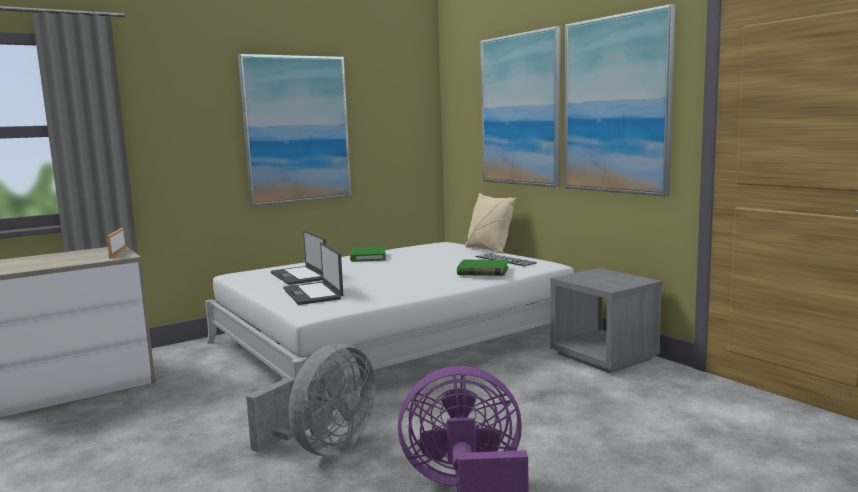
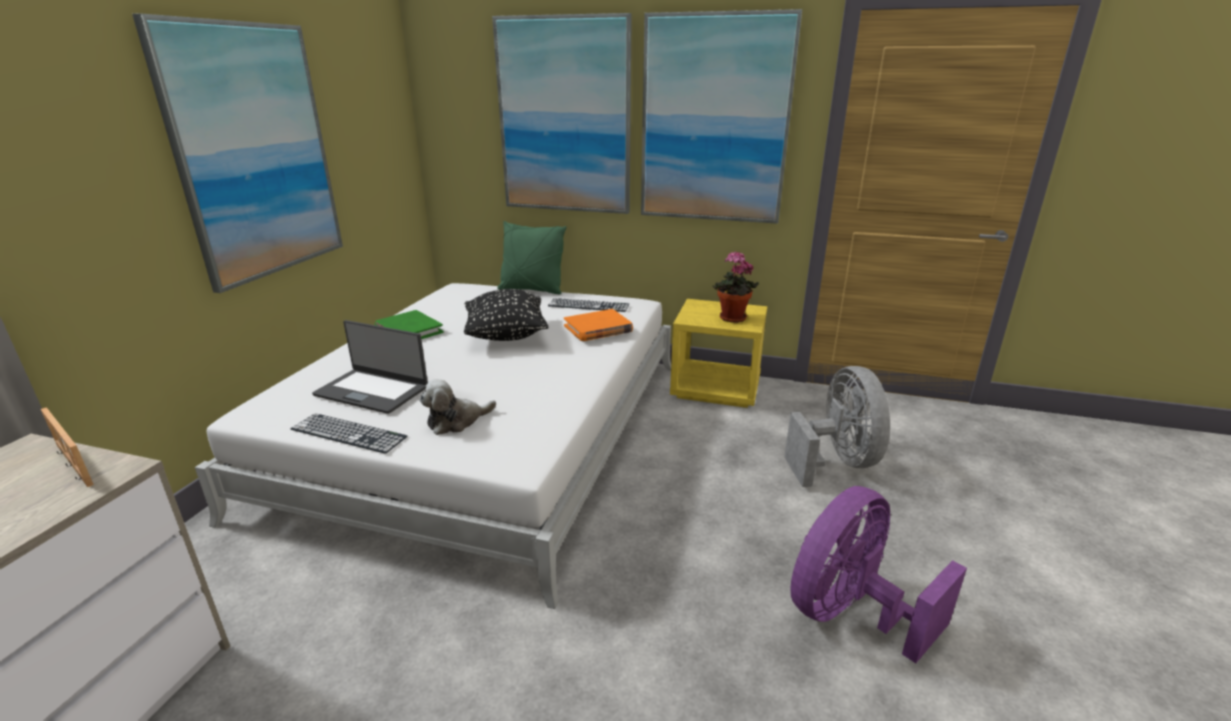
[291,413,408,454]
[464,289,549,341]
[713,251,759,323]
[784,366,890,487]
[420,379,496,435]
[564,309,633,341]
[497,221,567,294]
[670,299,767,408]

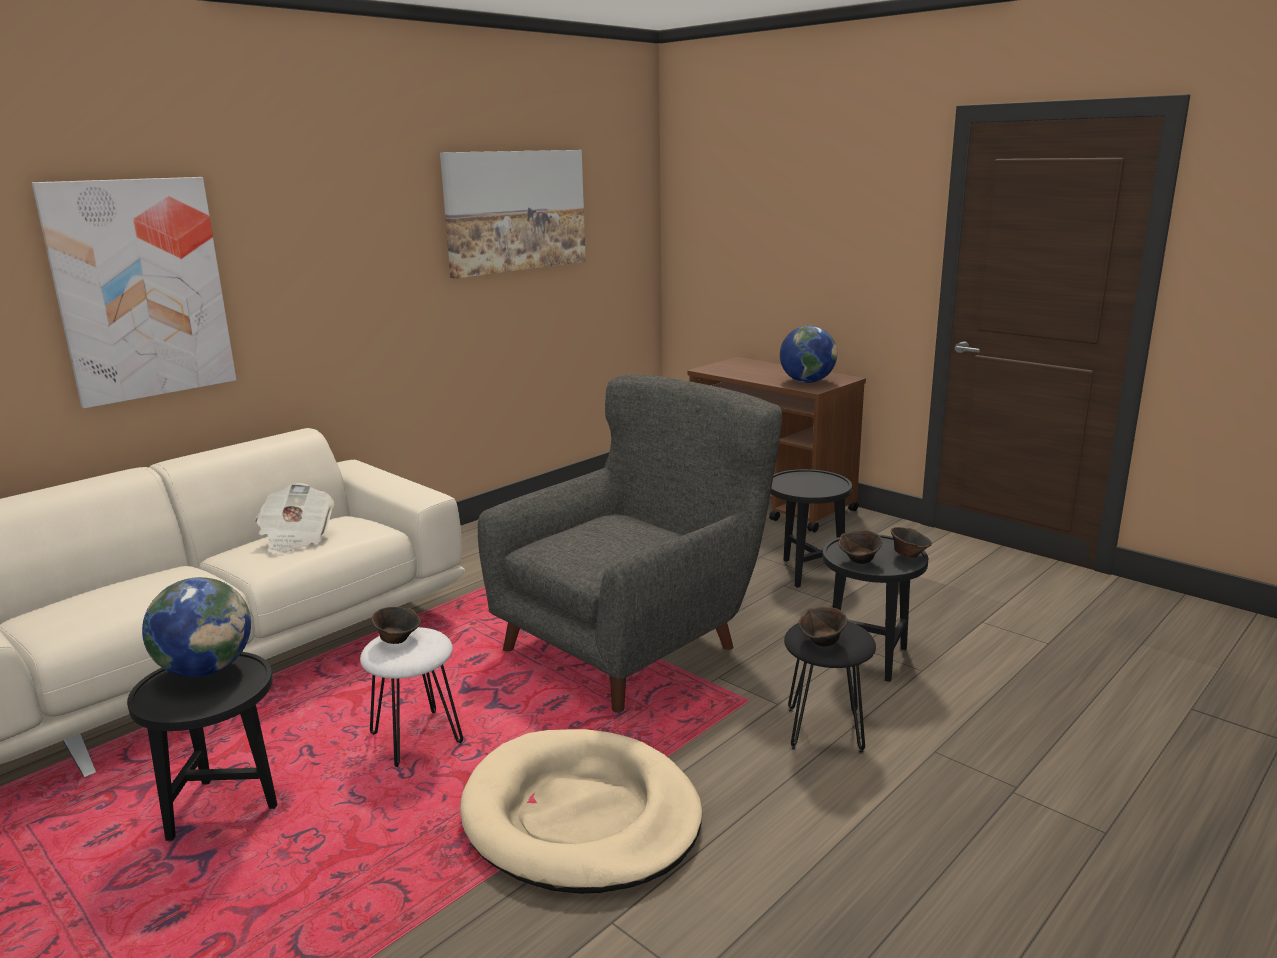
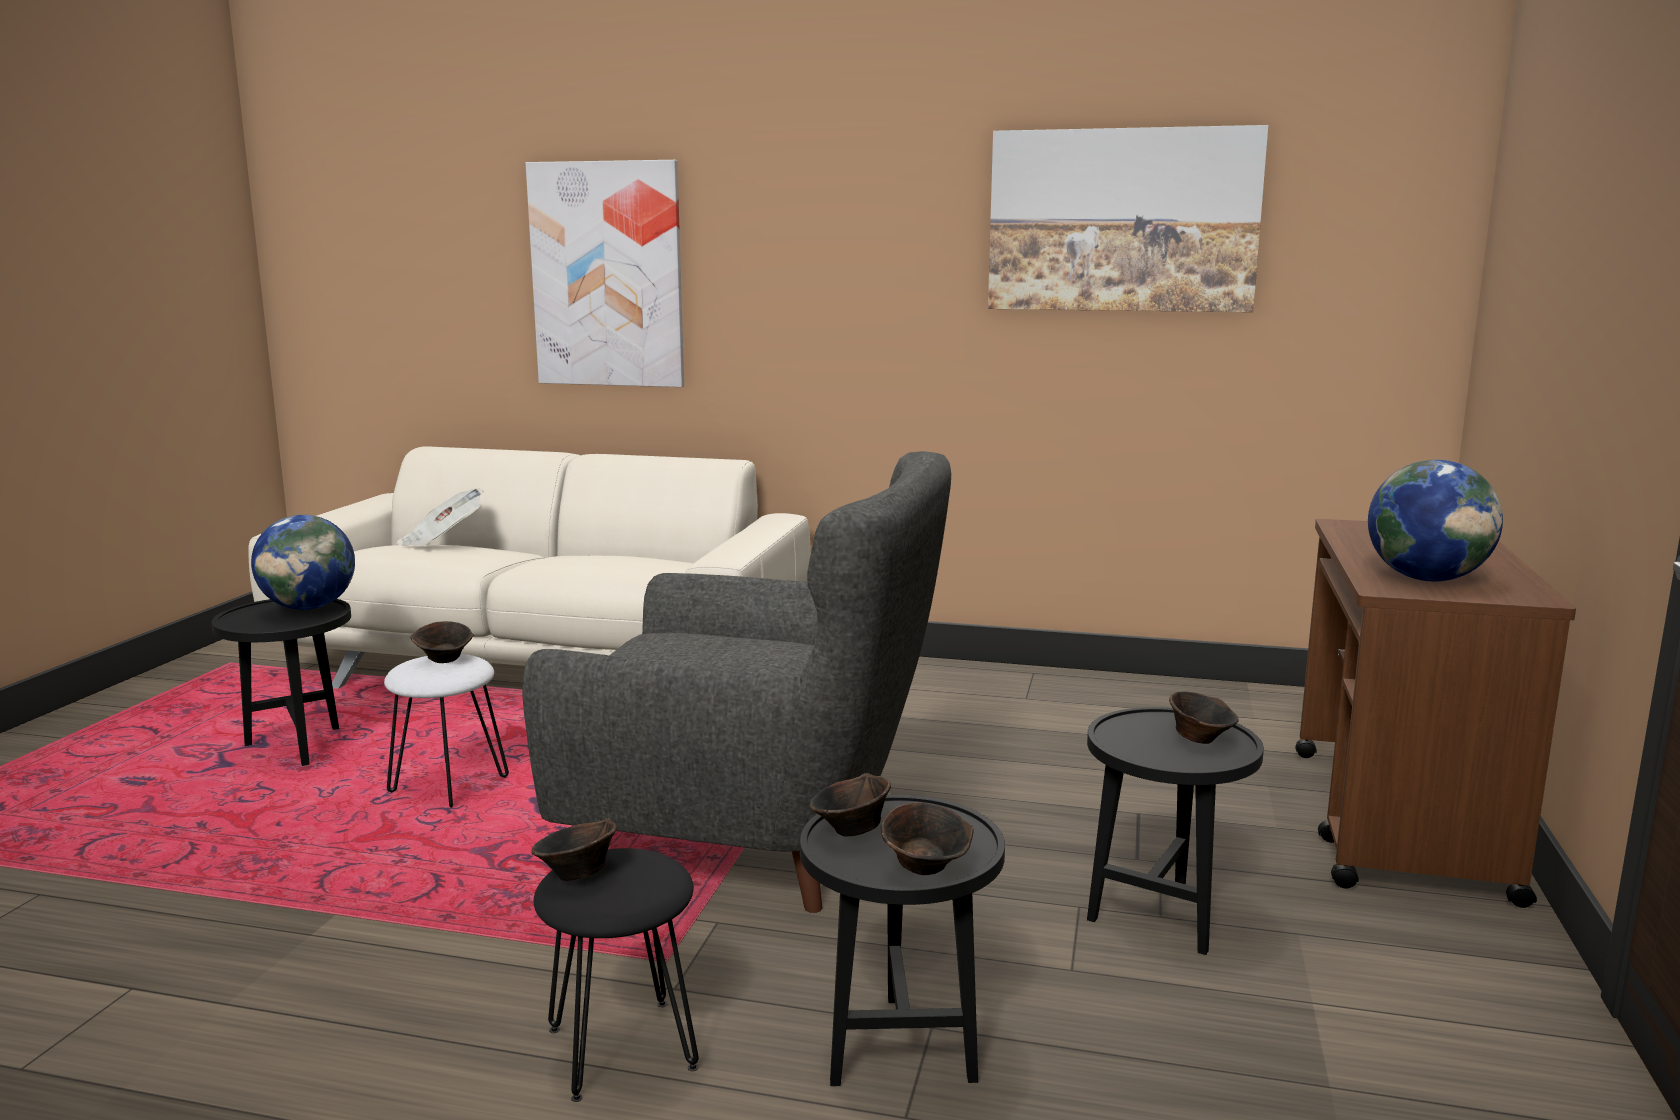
[460,729,702,894] (first image)
[1169,691,1239,744]
[397,488,484,546]

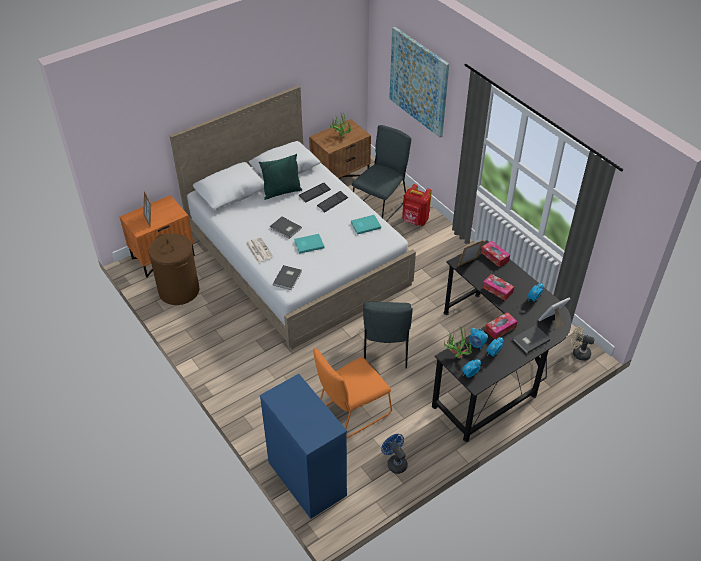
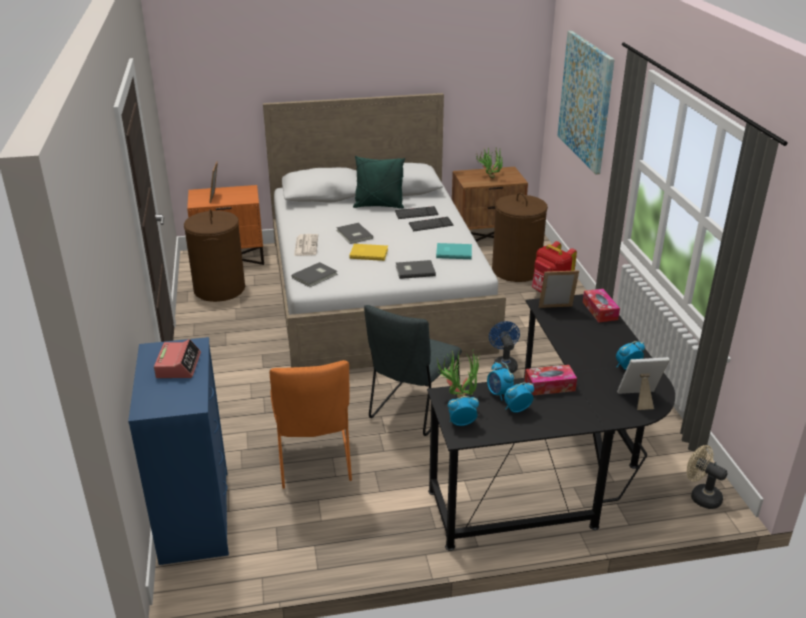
[483,274,514,301] (first image)
[154,339,201,378]
[489,321,520,373]
[396,260,436,279]
[492,193,548,282]
[349,244,388,261]
[270,360,352,489]

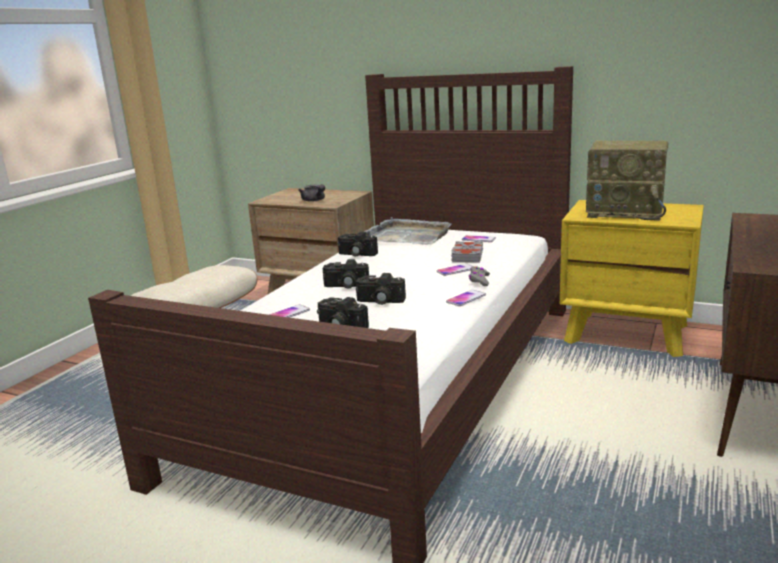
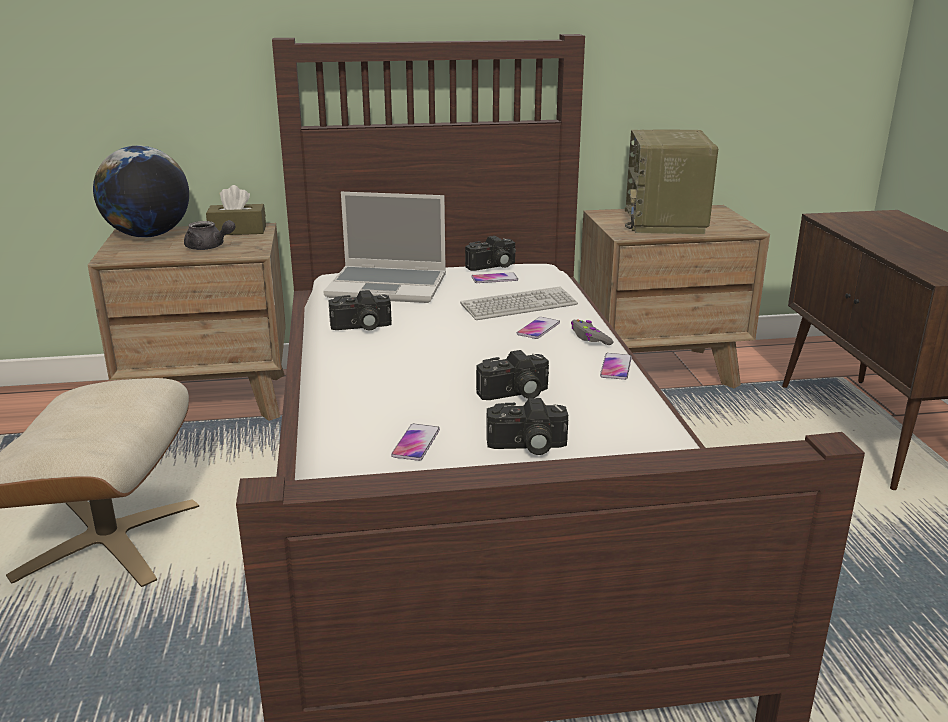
[93,146,189,238]
[206,185,266,235]
[465,236,516,271]
[323,192,446,303]
[460,287,578,320]
[580,205,770,388]
[625,129,718,234]

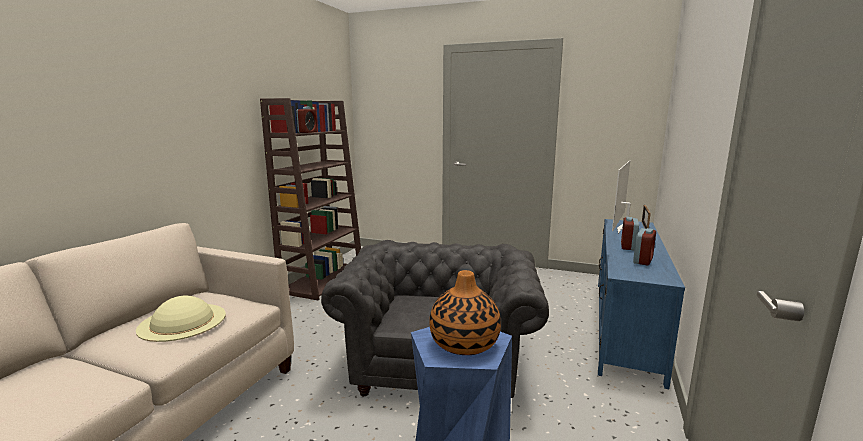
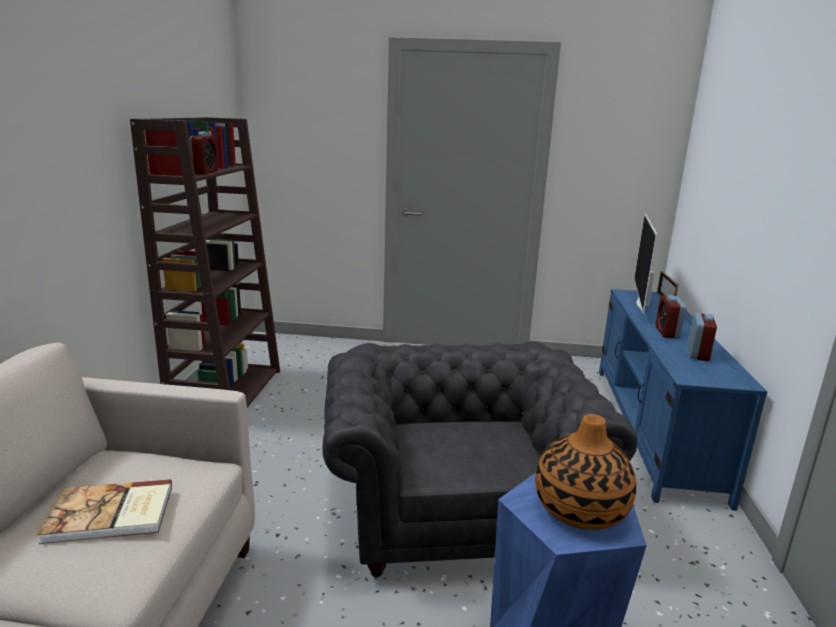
[37,479,172,544]

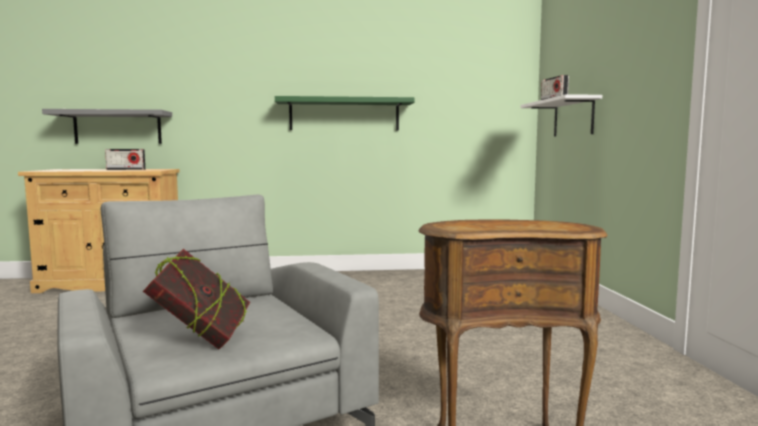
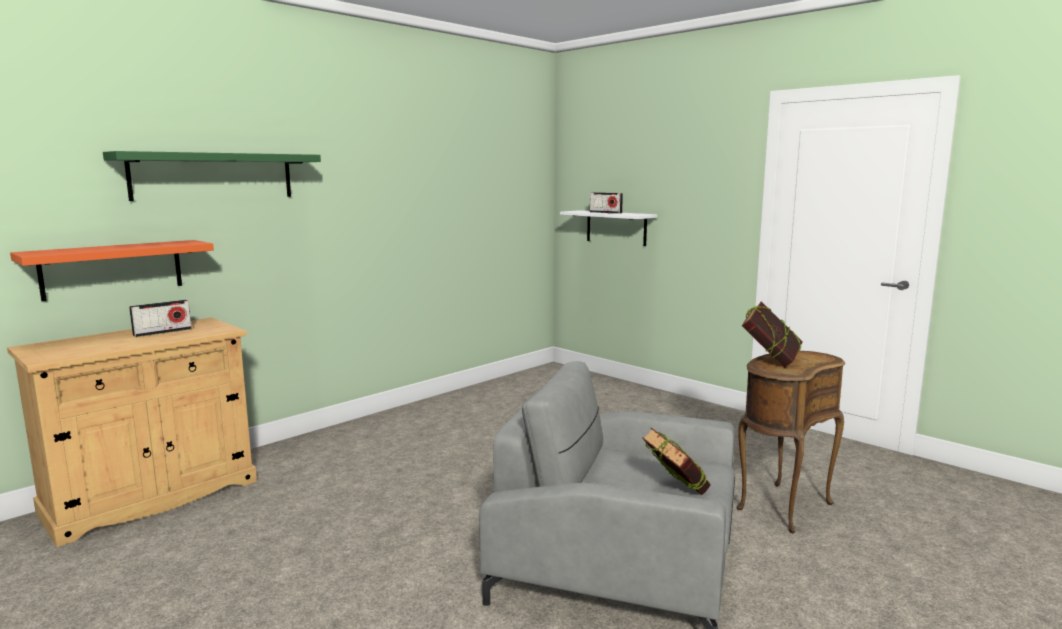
[742,302,802,368]
[103,151,321,201]
[10,240,214,301]

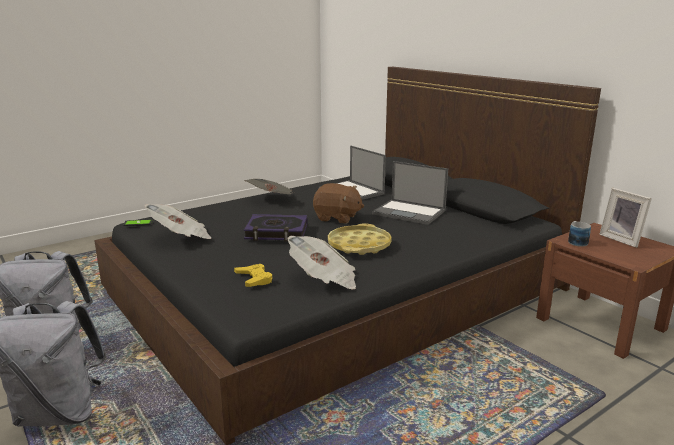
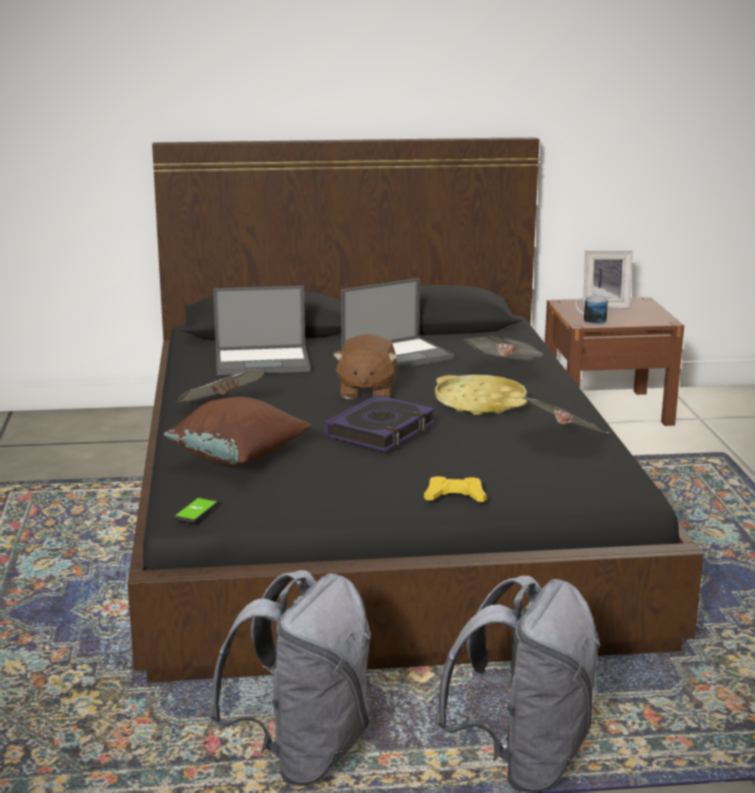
[164,397,312,467]
[462,337,544,360]
[424,476,487,502]
[333,334,398,399]

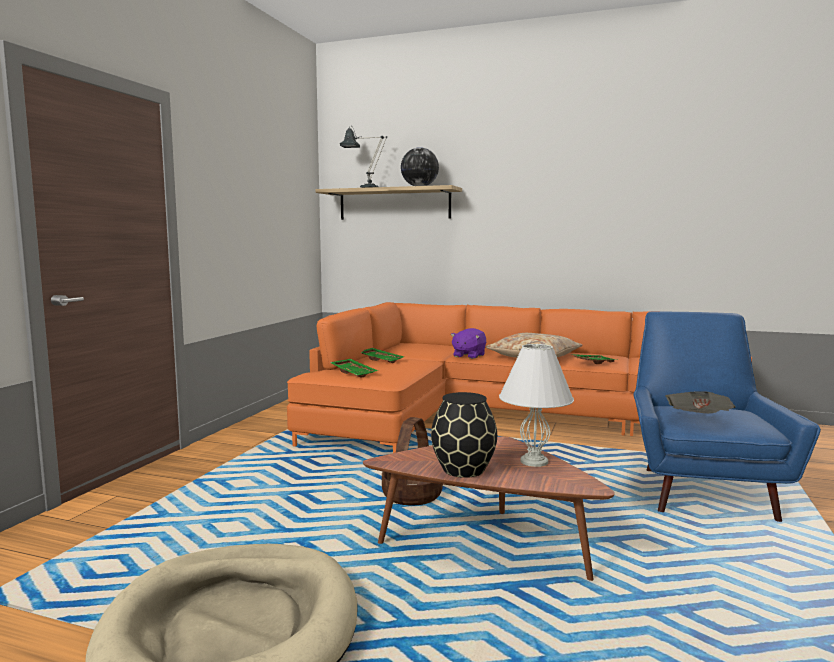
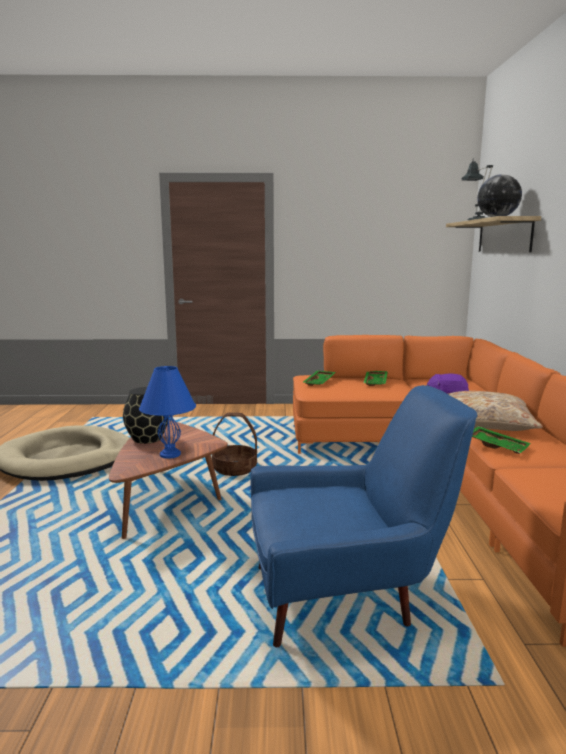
[665,391,736,413] (first image)
[139,366,196,459]

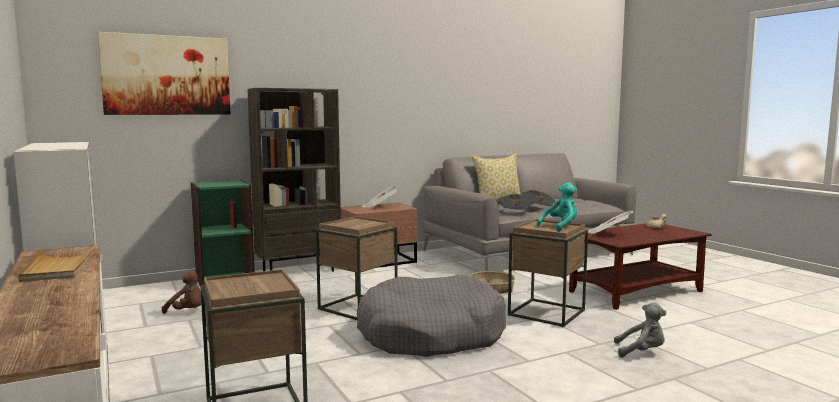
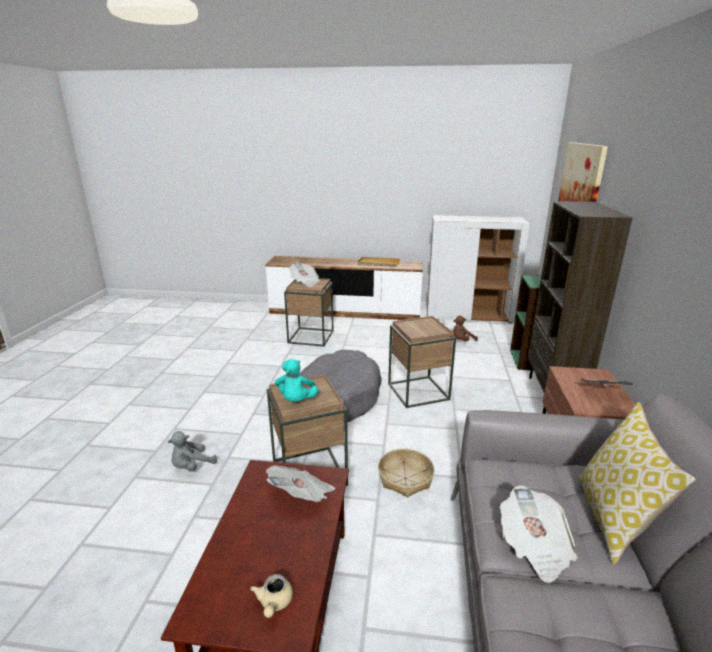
[289,262,320,287]

